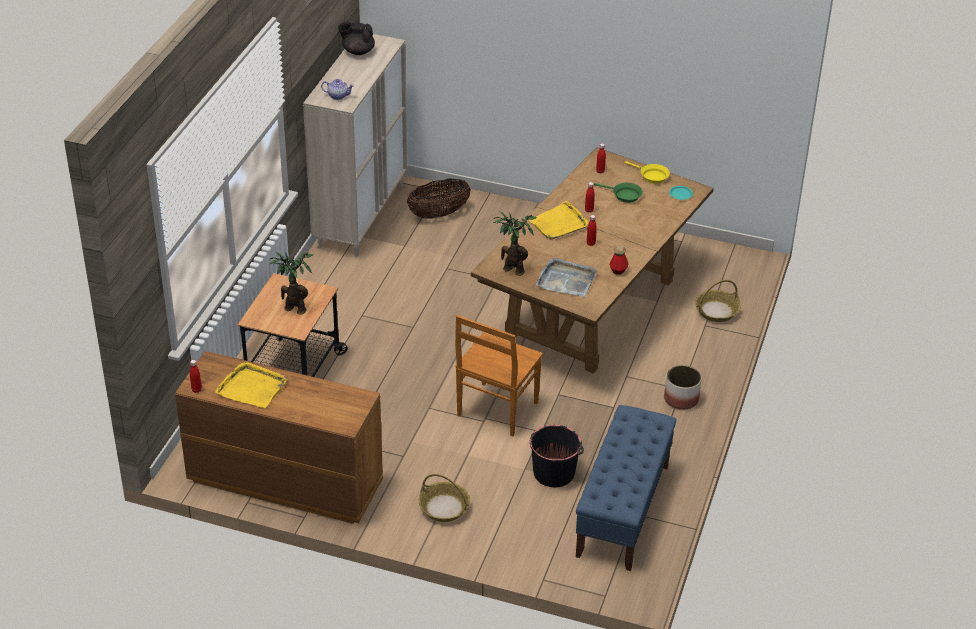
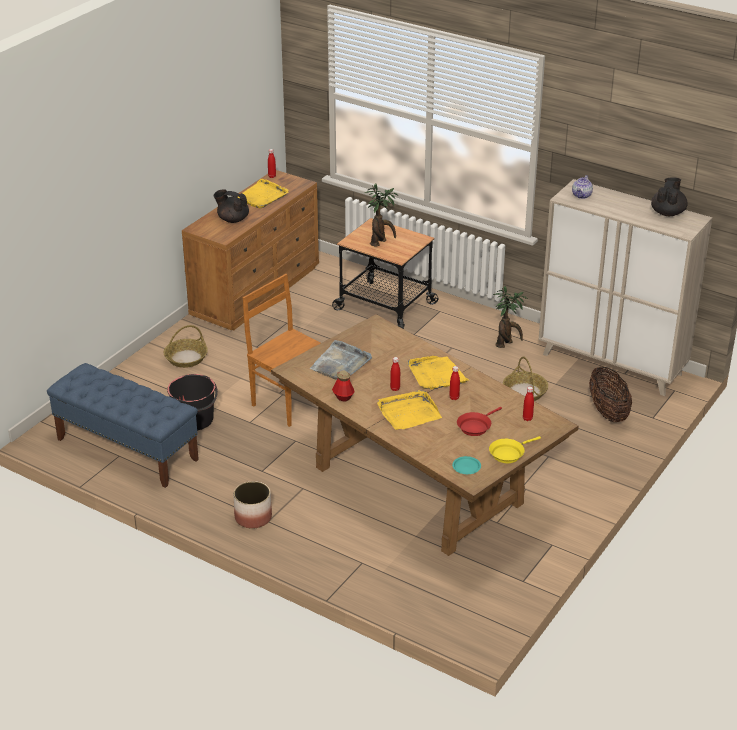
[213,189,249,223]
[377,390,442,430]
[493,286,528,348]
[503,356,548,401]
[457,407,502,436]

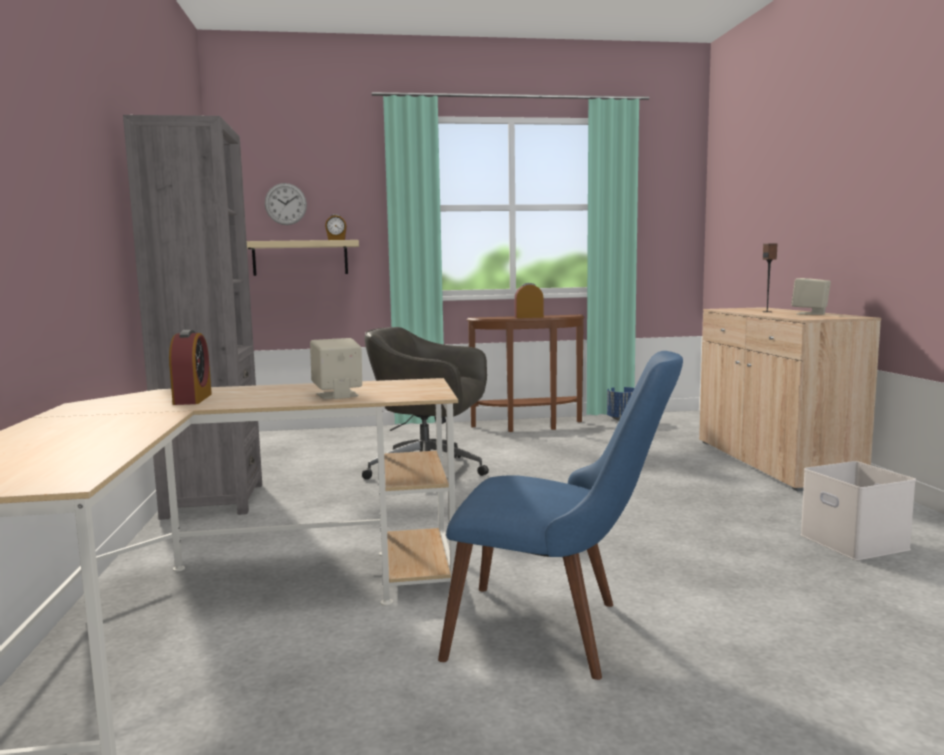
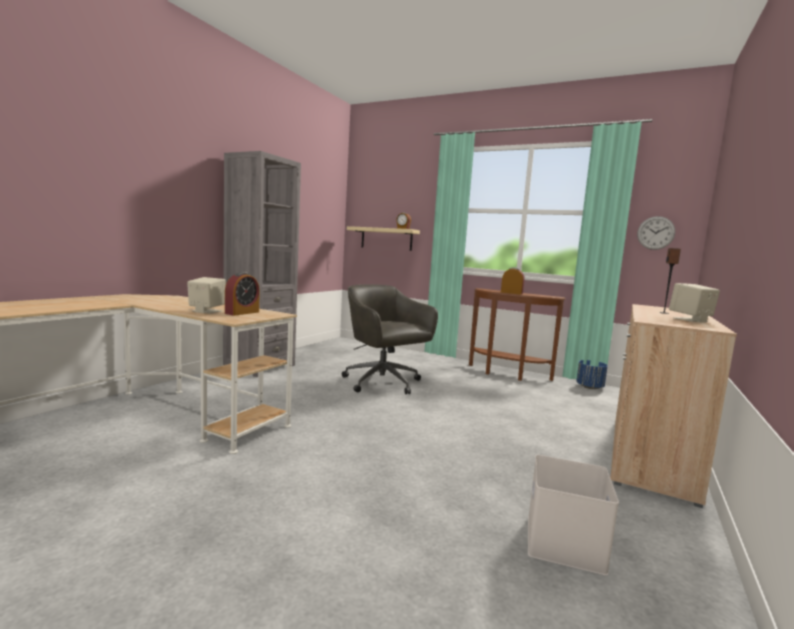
[438,351,683,680] (first image)
[225,272,260,316]
[637,216,675,250]

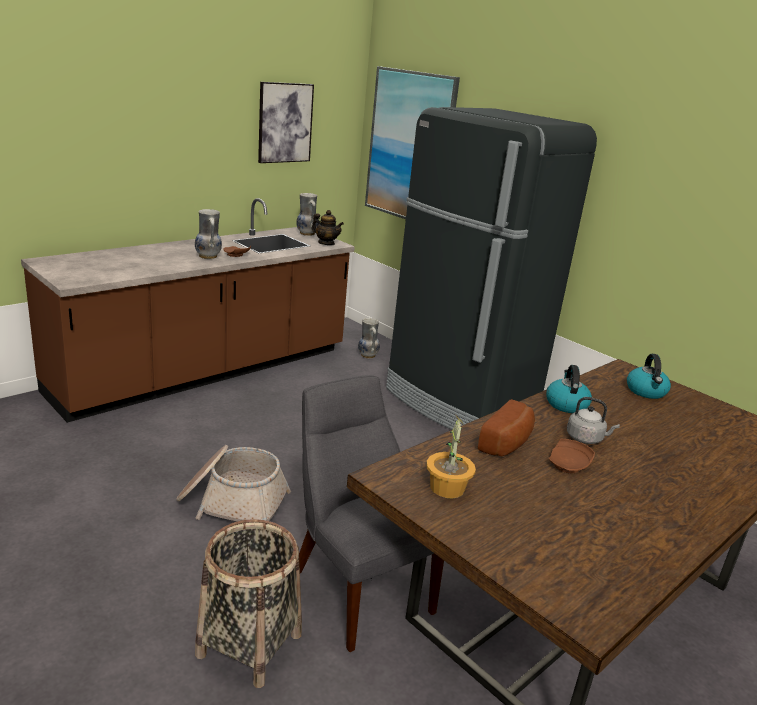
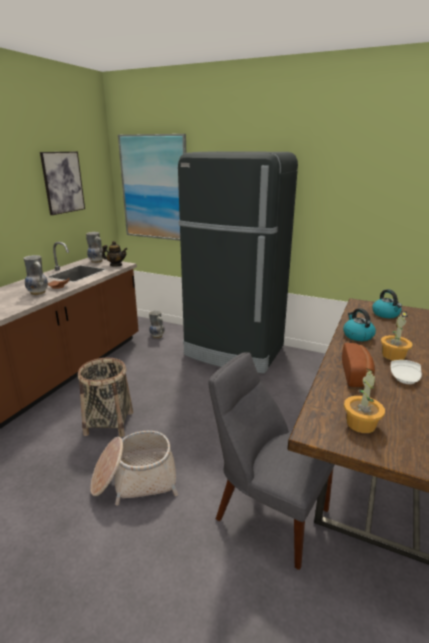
[78,357,133,437]
[381,311,413,361]
[391,360,422,384]

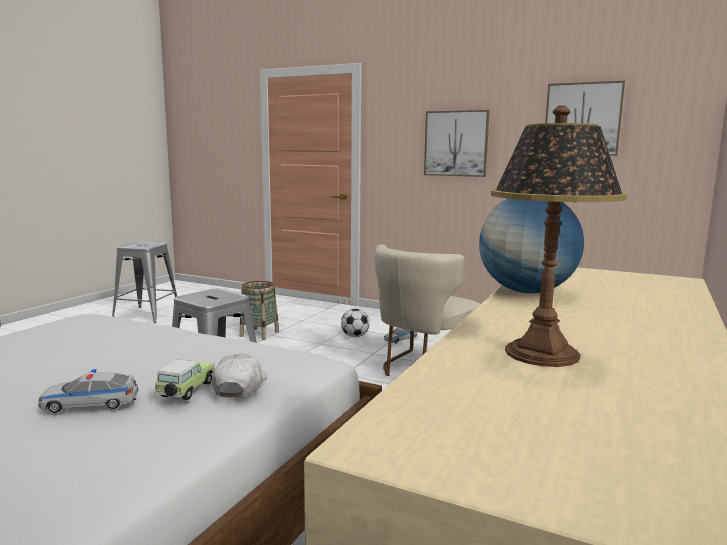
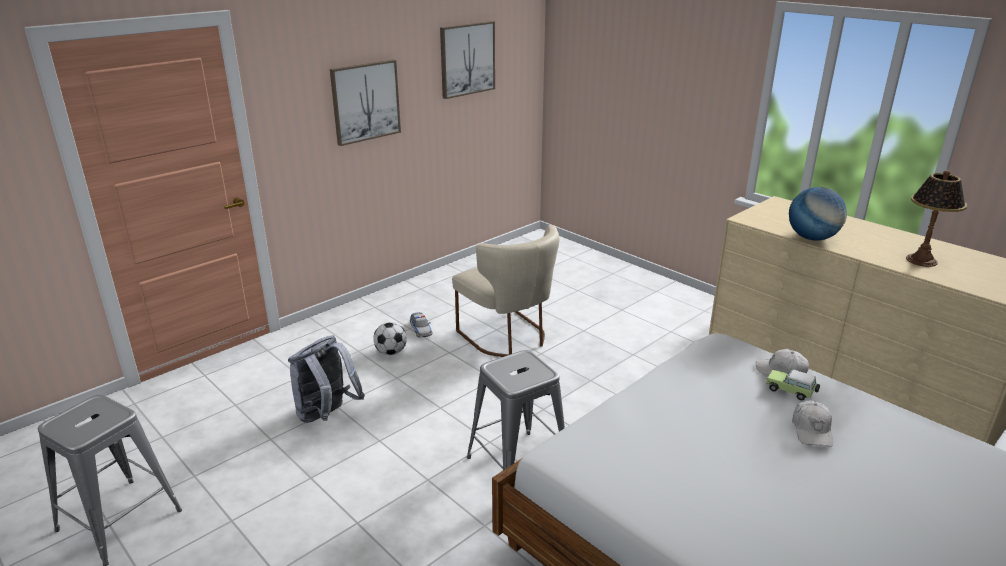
[792,401,833,447]
[288,336,365,423]

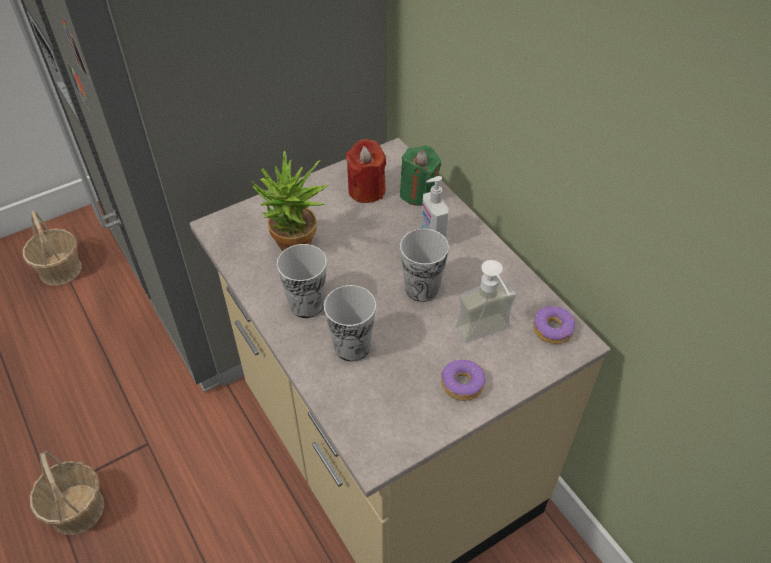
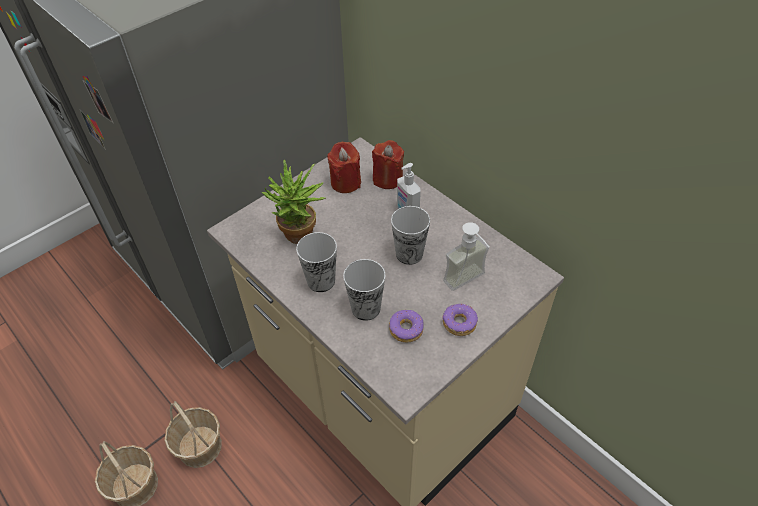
[164,401,222,468]
[389,310,423,342]
[372,140,404,189]

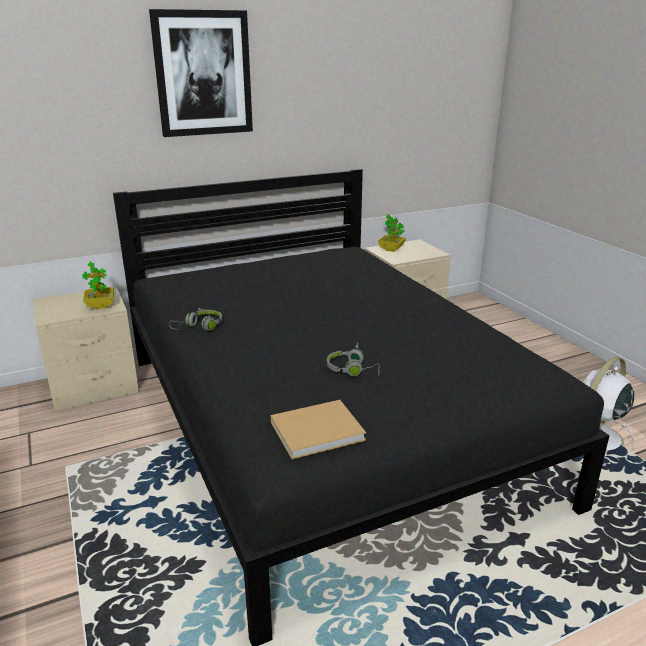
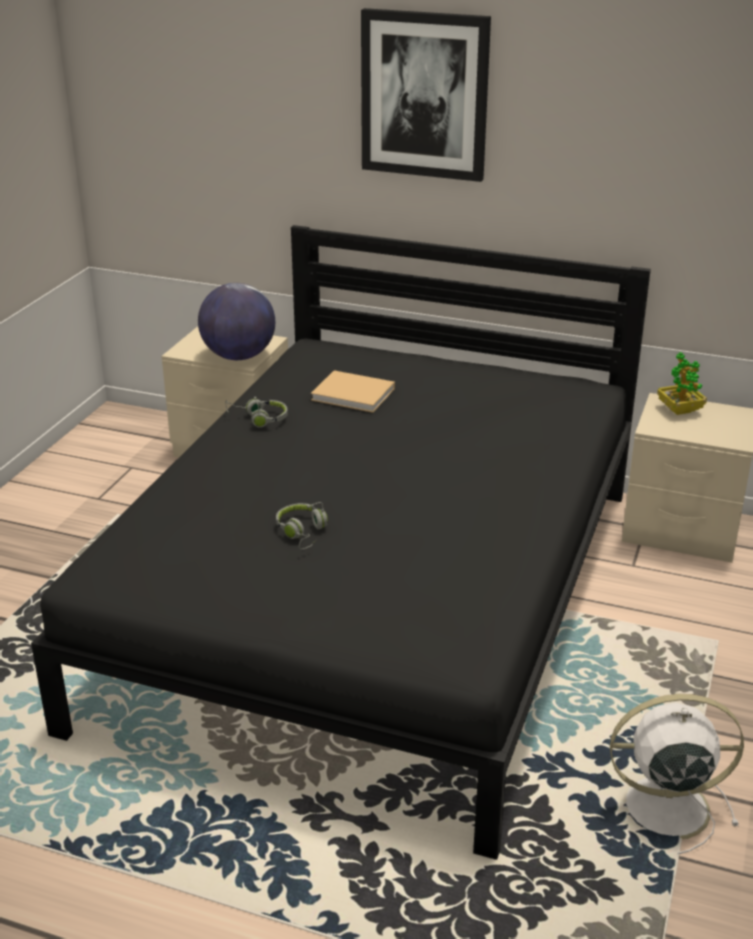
[311,370,395,413]
[198,283,275,360]

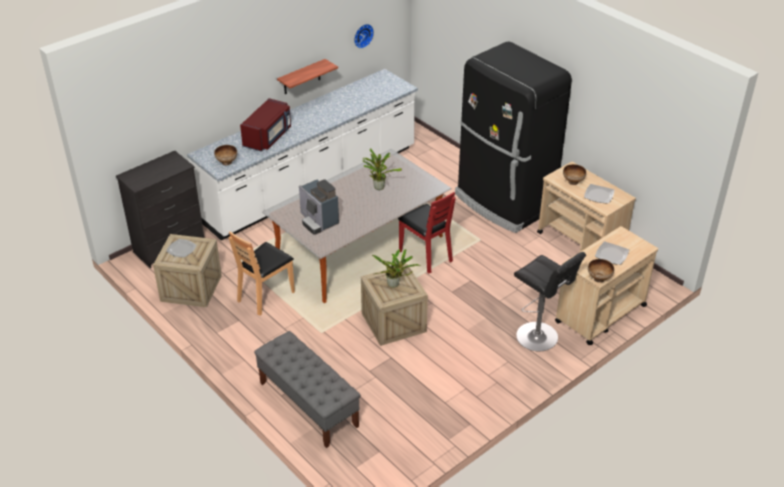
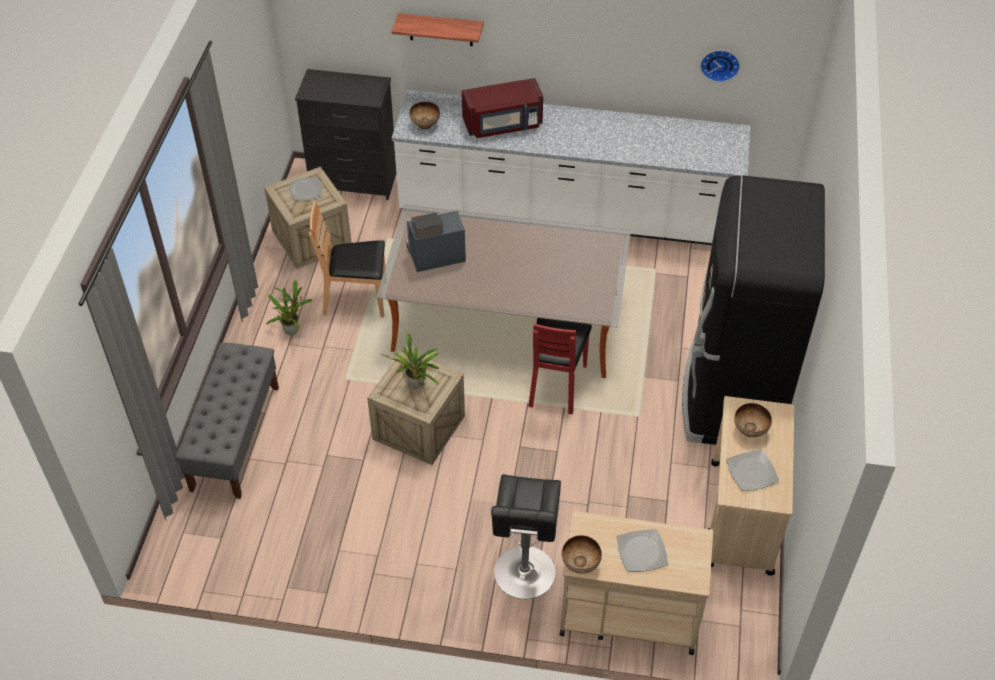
[391,13,484,46]
[266,280,312,335]
[406,209,466,272]

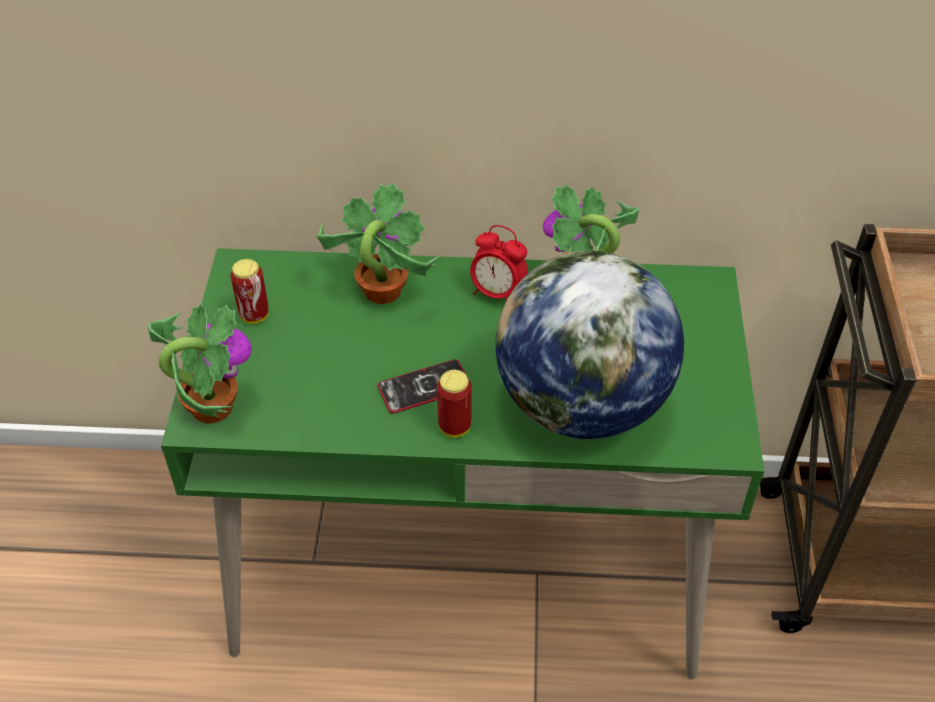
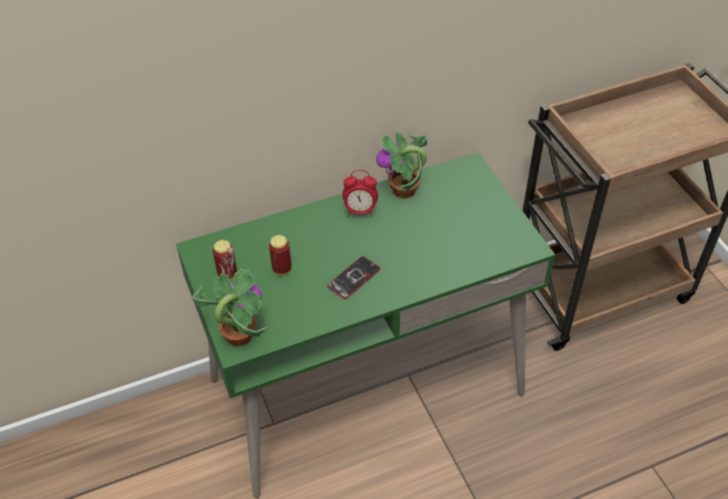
[317,183,442,304] (first image)
[496,250,684,439] (first image)
[269,235,292,275]

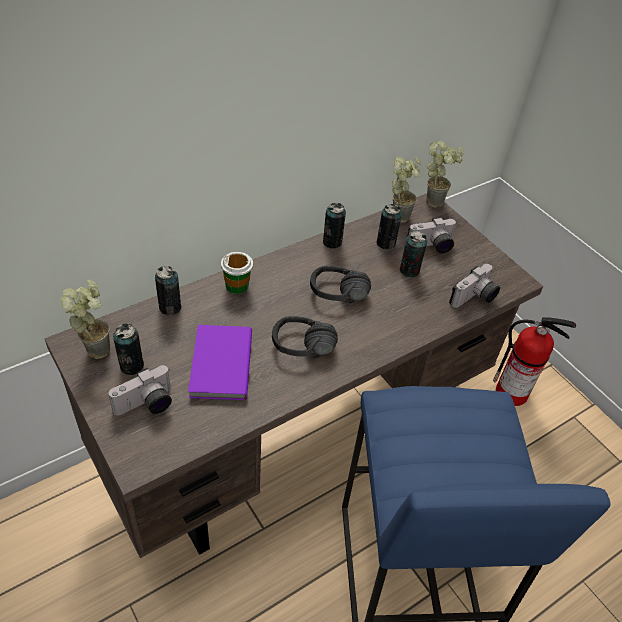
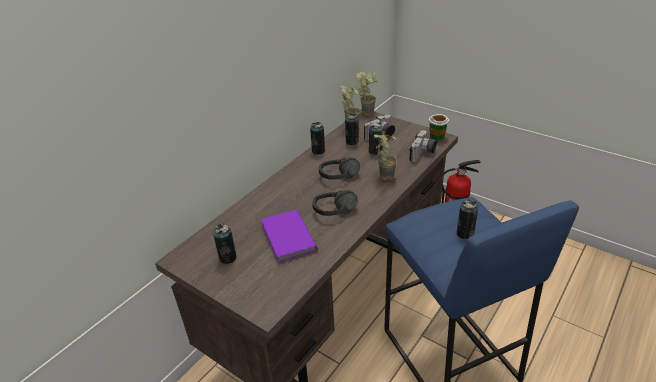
[108,365,172,416] (first image)
[374,130,397,181]
[456,199,478,239]
[429,114,449,141]

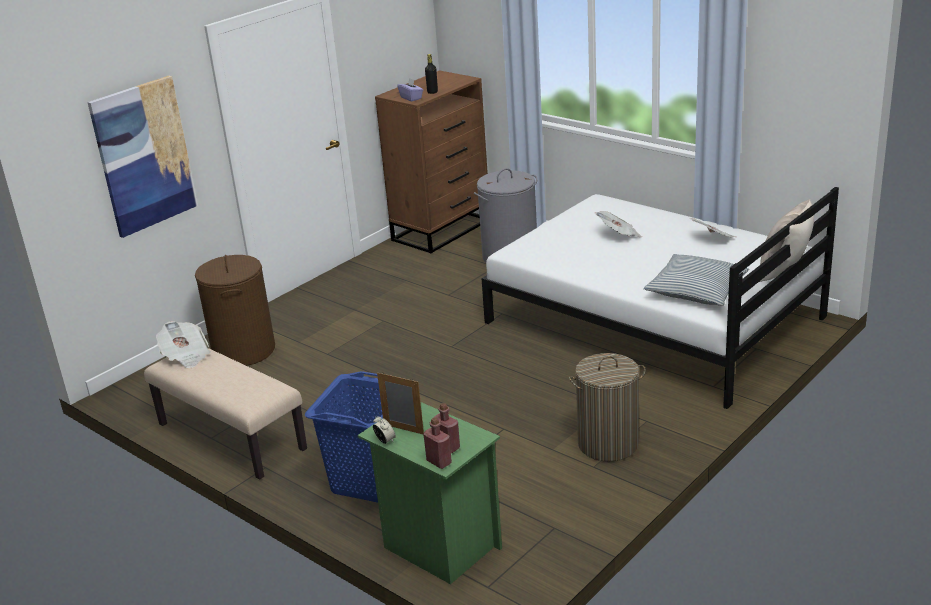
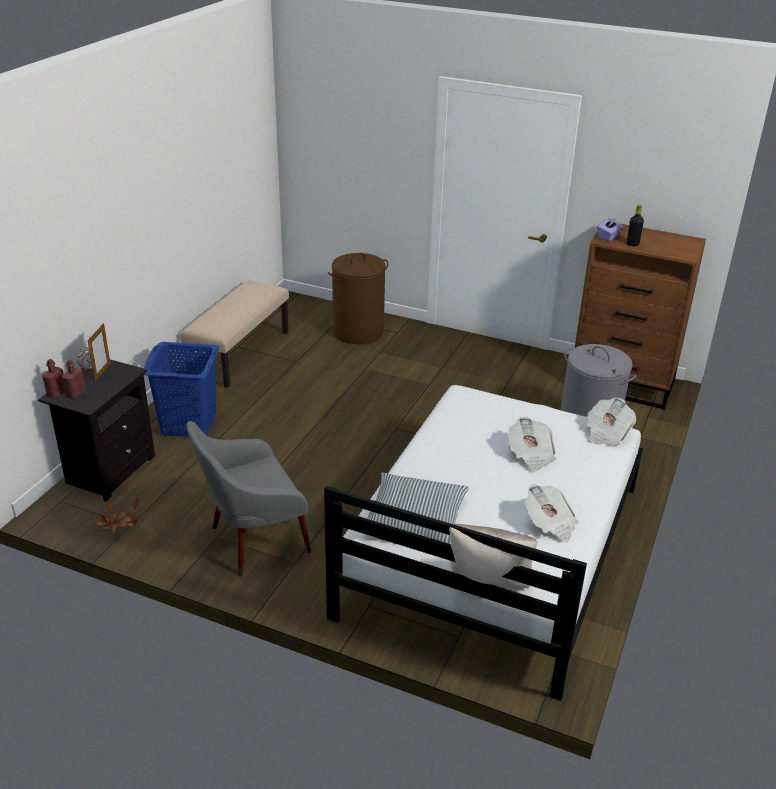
[87,76,198,238] (first image)
[97,498,141,533]
[586,398,636,446]
[186,421,311,577]
[38,359,155,502]

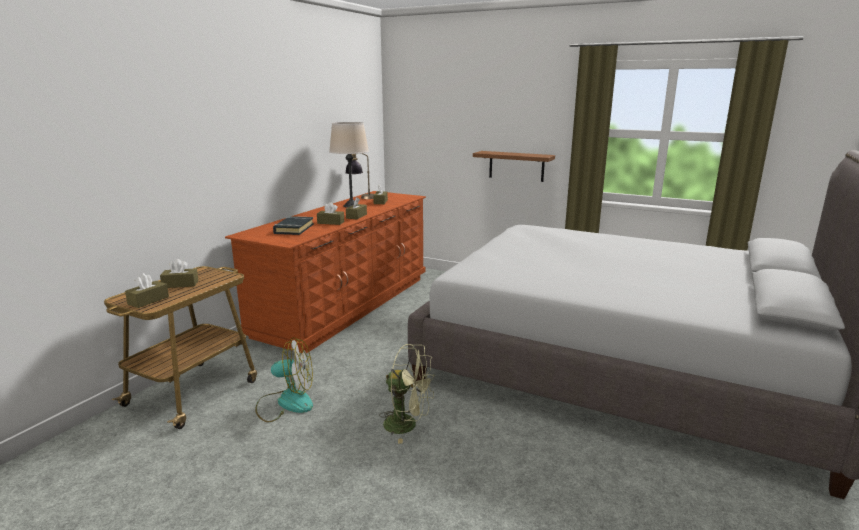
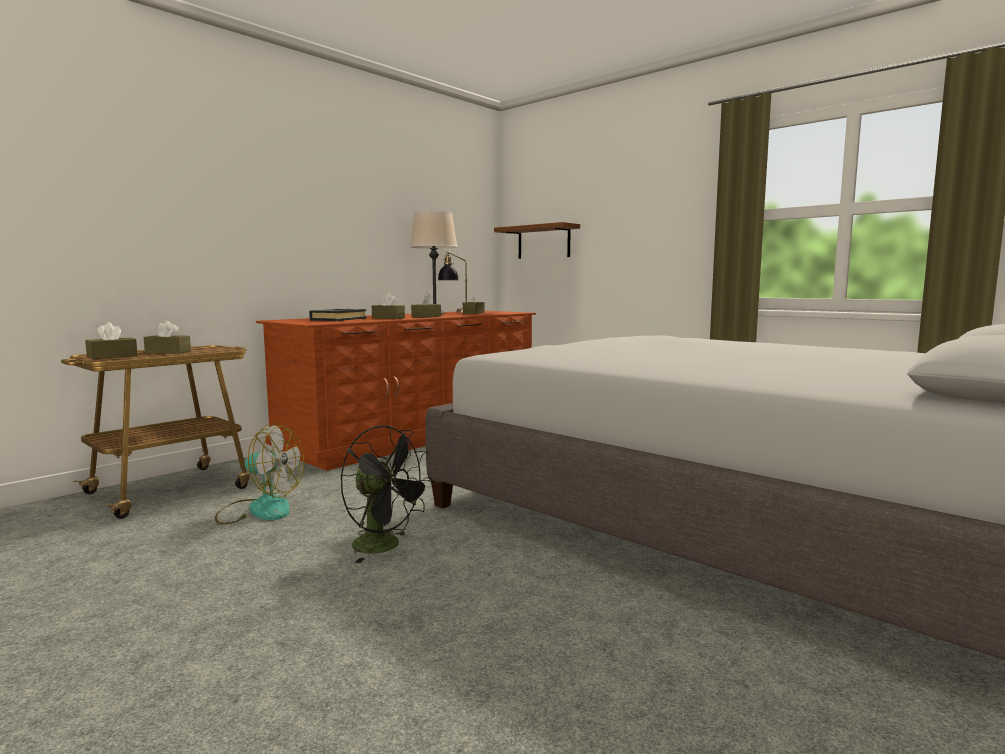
[494,222,580,259]
[340,425,433,563]

